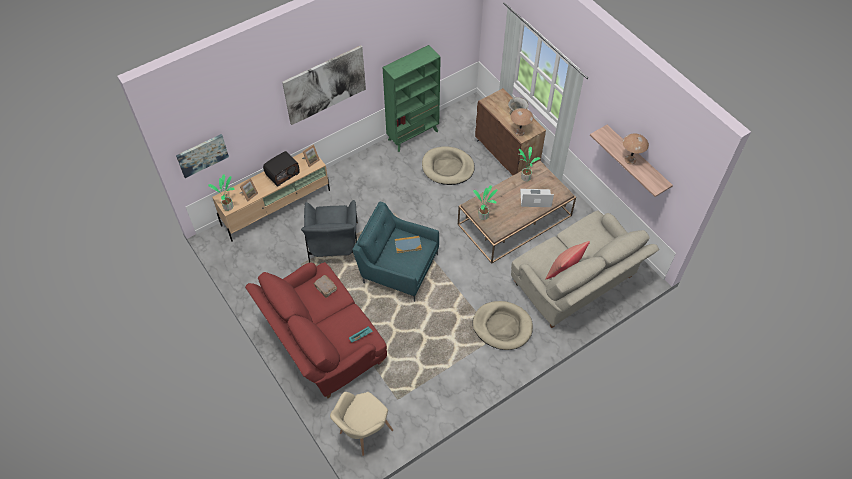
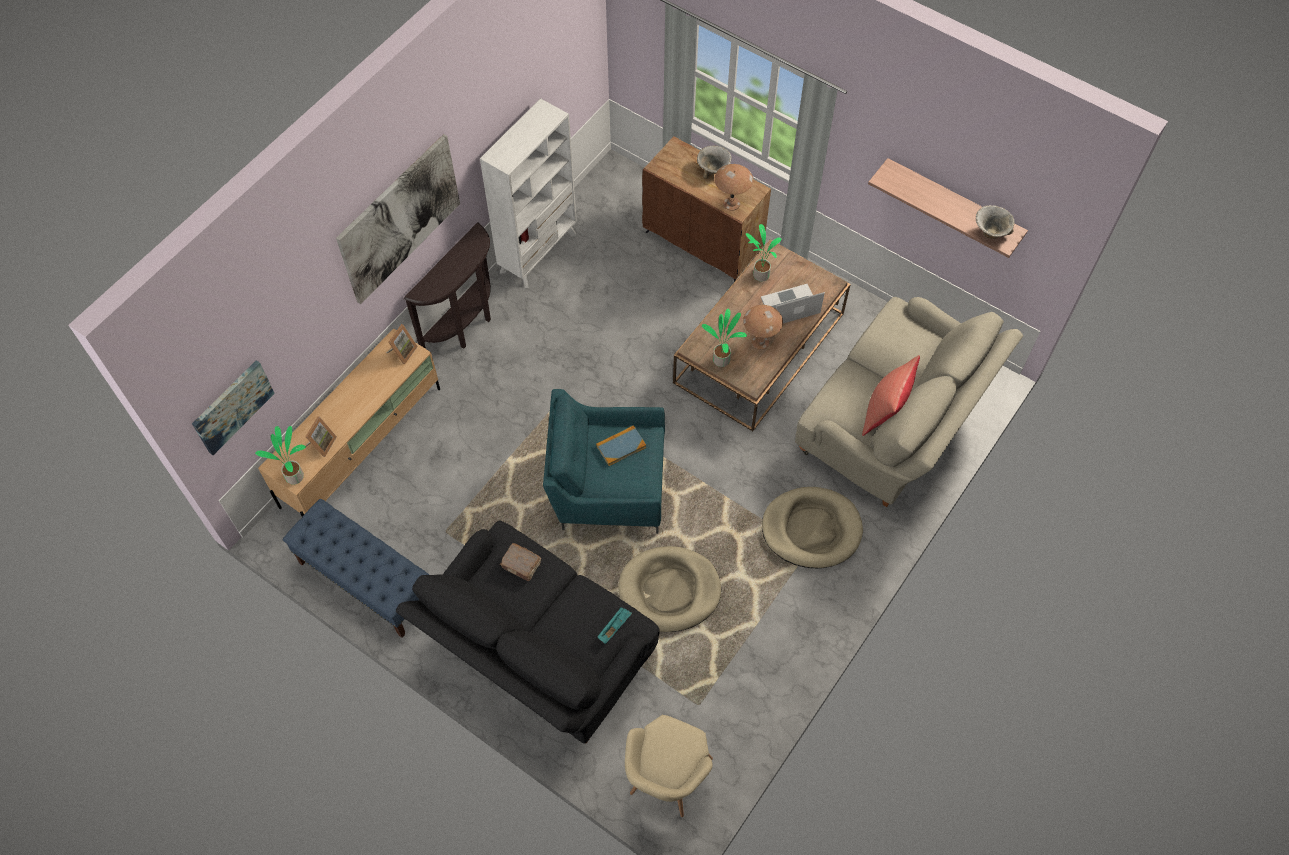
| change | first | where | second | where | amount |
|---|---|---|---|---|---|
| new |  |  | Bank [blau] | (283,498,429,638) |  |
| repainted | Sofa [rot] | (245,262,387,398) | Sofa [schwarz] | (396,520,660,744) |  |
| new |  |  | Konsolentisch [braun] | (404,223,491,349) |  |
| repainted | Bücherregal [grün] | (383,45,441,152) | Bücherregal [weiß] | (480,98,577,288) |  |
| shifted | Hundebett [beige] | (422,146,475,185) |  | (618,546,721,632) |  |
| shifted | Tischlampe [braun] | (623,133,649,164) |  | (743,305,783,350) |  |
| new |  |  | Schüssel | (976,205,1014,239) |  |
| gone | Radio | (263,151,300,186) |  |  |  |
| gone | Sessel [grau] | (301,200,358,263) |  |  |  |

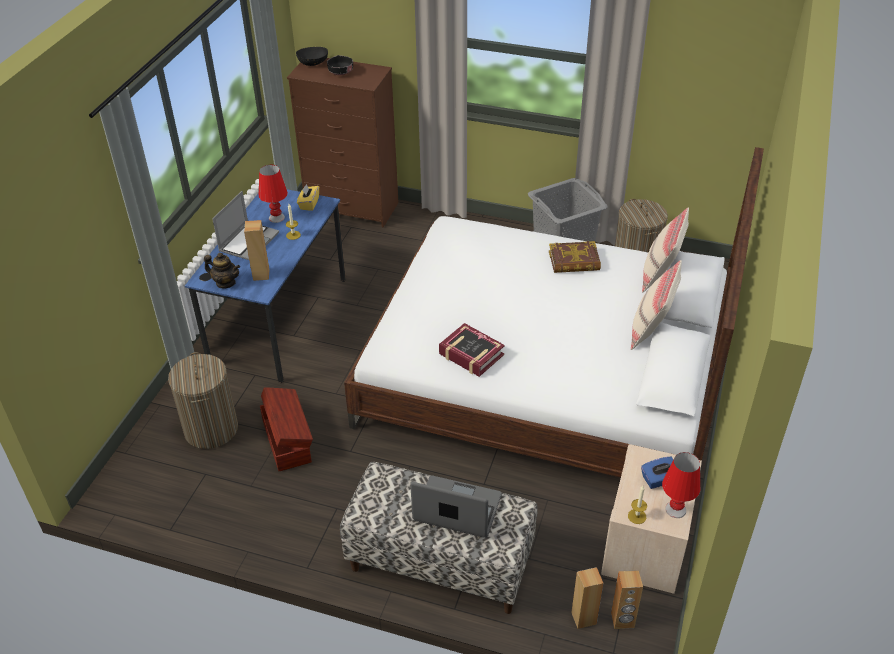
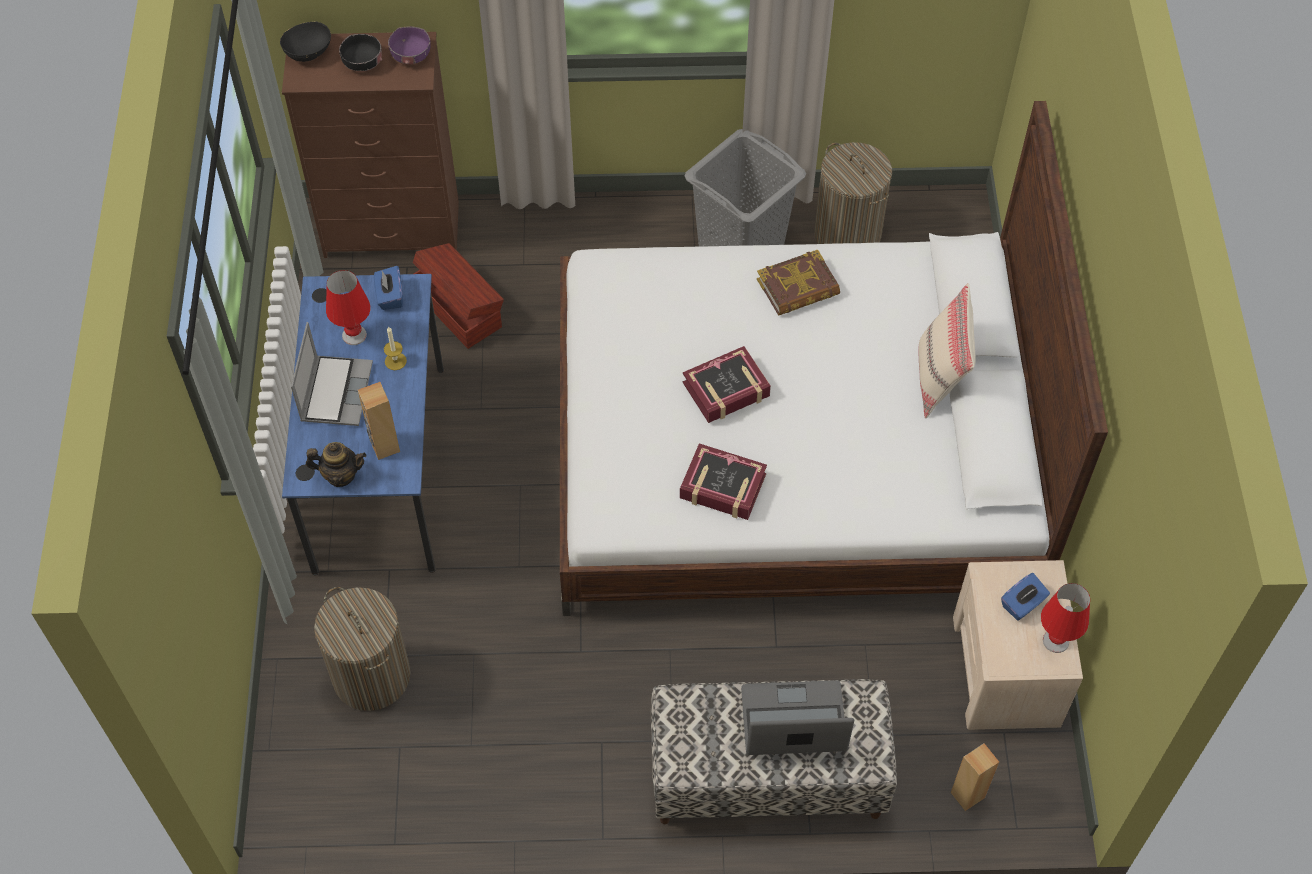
| change | first | where | second | where | amount |
|---|---|---|---|---|---|
| repainted | Taschentuchbox [gelb] | (297,184,319,211) | Taschentuchbox [blau] | (374,266,403,310) |  |
| new |  |  | Schüssel [lila] | (388,26,430,65) |  |
| shifted | Aufbewahrungsbox [braun] | (260,387,313,471) |  | (413,243,504,349) |  |
| new |  |  | Buch | (683,346,771,423) |  |
| gone | Lautsprecher [braun] | (611,570,643,629) |  |  |  |
| gone | Kerze | (628,486,647,524) |  |  |  |
| gone | Kissen [beige] | (642,208,689,292) |  |  |  |

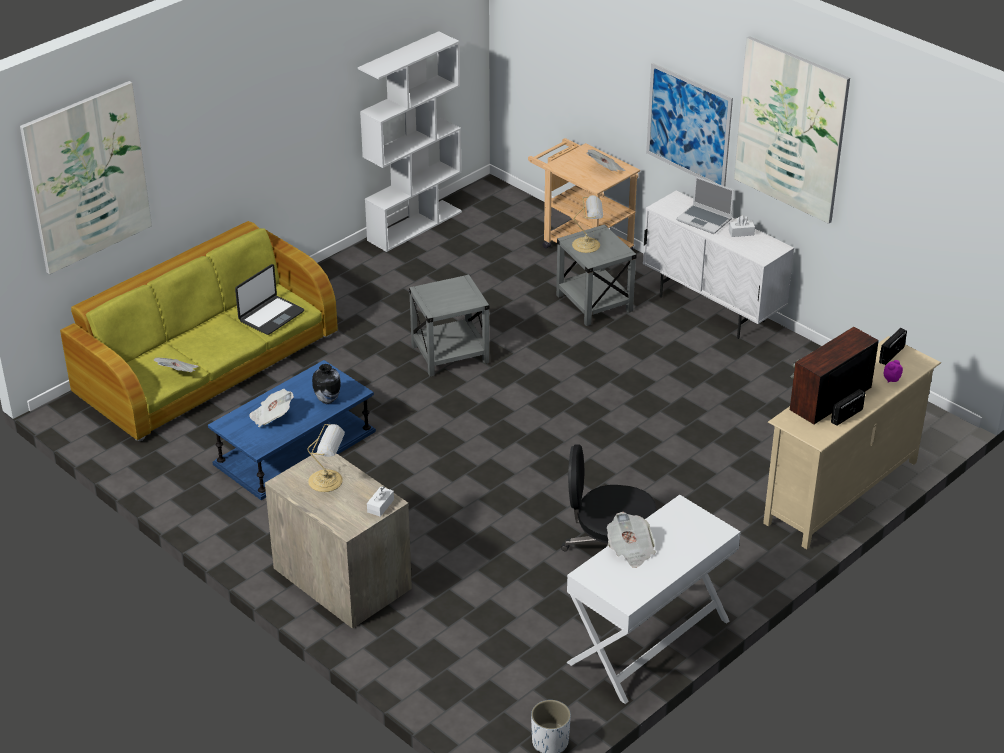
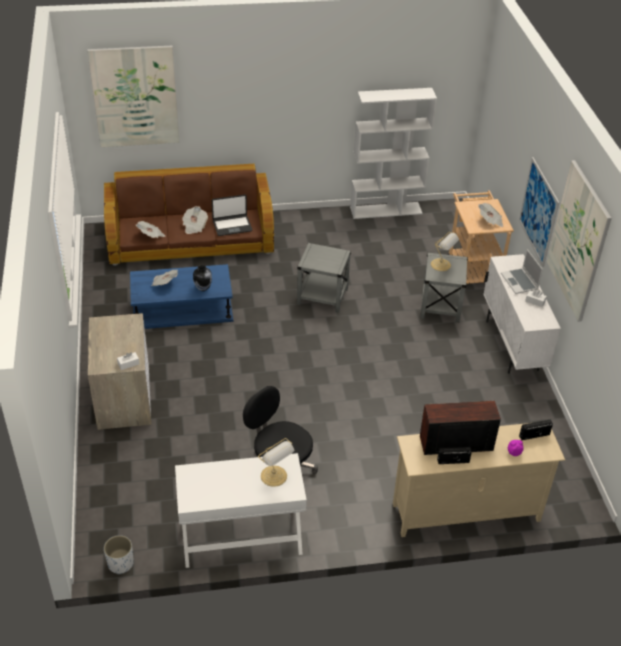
| change | first | where | second | where | amount |
|---|---|---|---|---|---|
| repainted | Sofa [grün] | (60,221,338,441) | Sofa [braun] | (104,164,274,266) |  |
| shifted | Zeitung | (607,512,656,568) |  | (182,206,208,234) |  |
| shifted | Tischlampe | (307,424,345,492) |  | (258,438,294,487) |  |

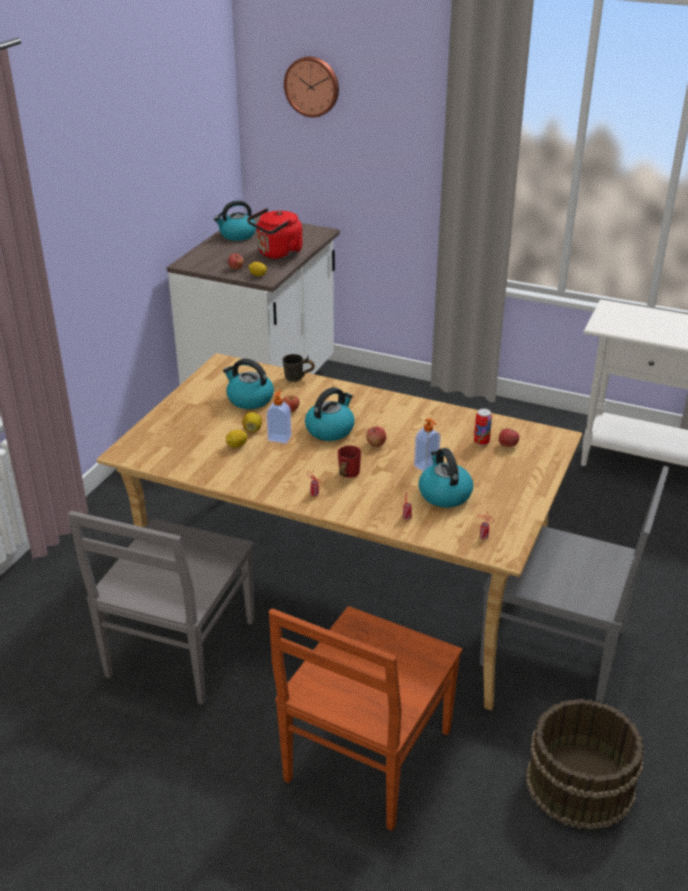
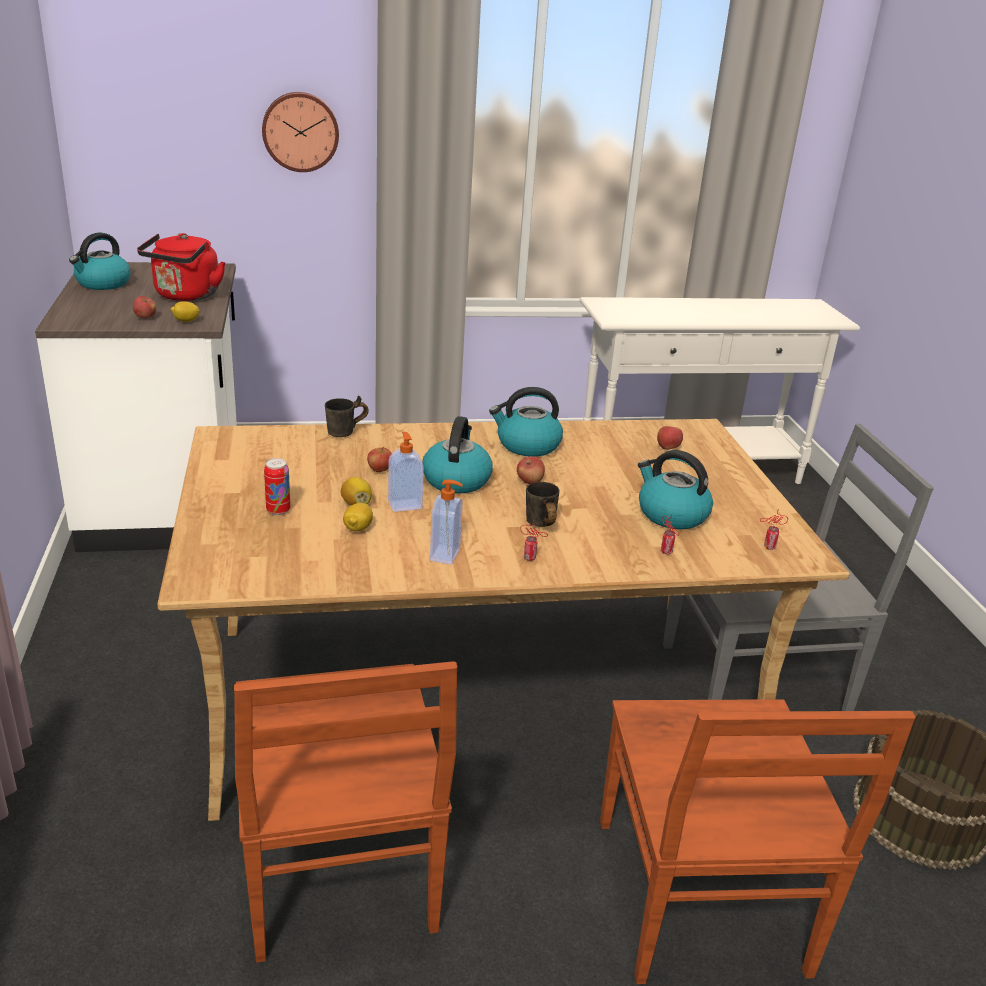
| change | first | where | second | where | amount |
|---|---|---|---|---|---|
| repainted | Stuhl [grau] | (68,511,255,705) | Stuhl [braun] | (234,661,458,962) |  |
| shifted | Wanduhr | (284,56,339,118) |  | (262,92,339,172) |  |
| shifted | Dose | (474,408,492,446) |  | (264,458,290,515) |  |
| shifted | Seifenspender | (414,418,441,472) |  | (430,479,463,564) |  |
| shifted | Wasserkessel | (223,359,274,409) |  | (489,387,563,457) |  |
| repainted | Henkelbecher [rot] | (338,446,361,478) | Henkelbecher [grau] | (526,482,559,527) |  |

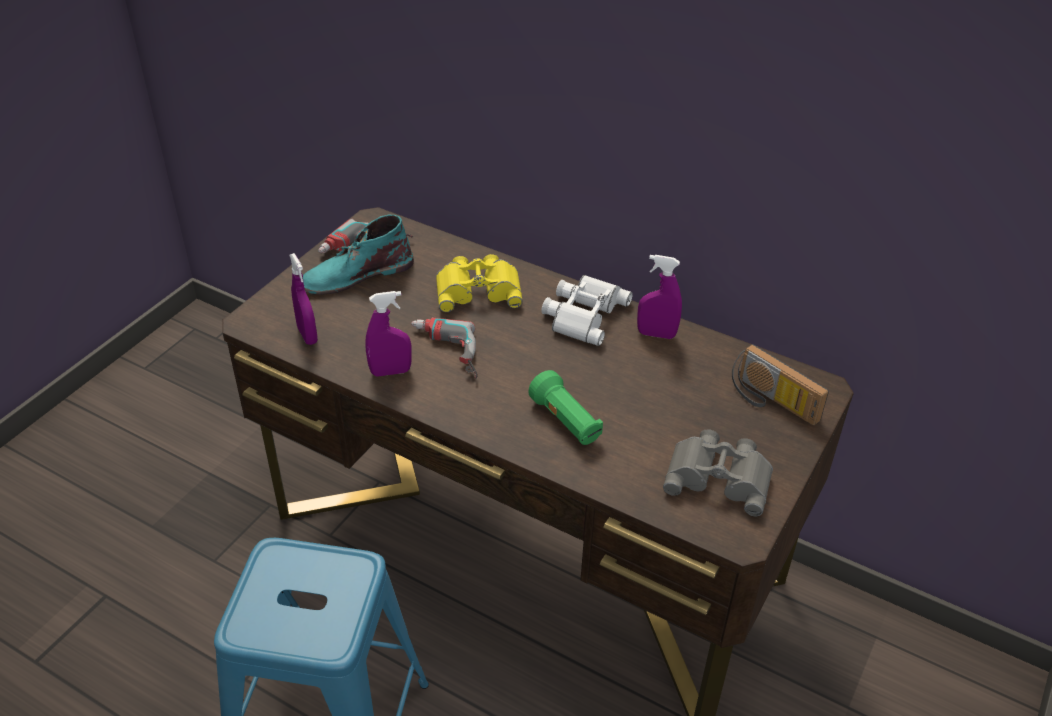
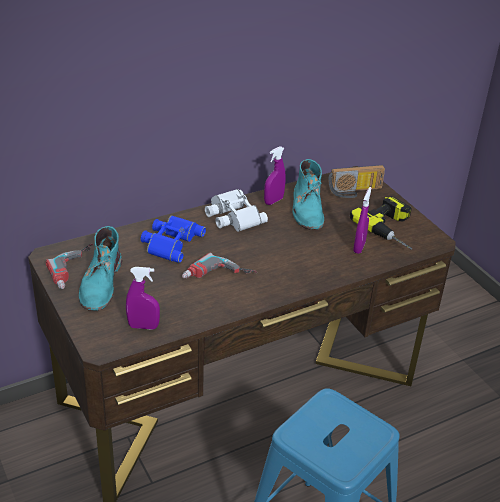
| change | first | where | second | where | amount |
|---|---|---|---|---|---|
| repainted | Fernglas [gelb] | (436,254,523,312) | Fernglas [blau] | (141,215,206,263) |  |
| new |  |  | Stiefel [türkis] | (293,159,324,230) |  |
| swapped | Fernglas [grau] | (663,429,773,516) | Bohrmaschine | (350,196,412,250) |  |
| shifted | Sprühflasche [lila] | (365,291,412,377) |  | (353,187,372,254) |  |
| gone | Taschenlampe [grün] | (528,370,603,445) |  |  |  |

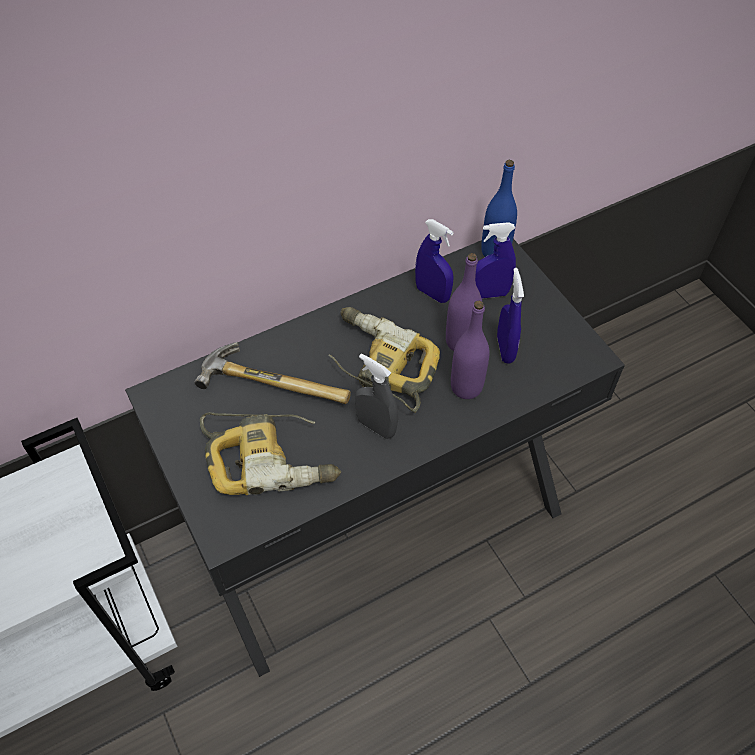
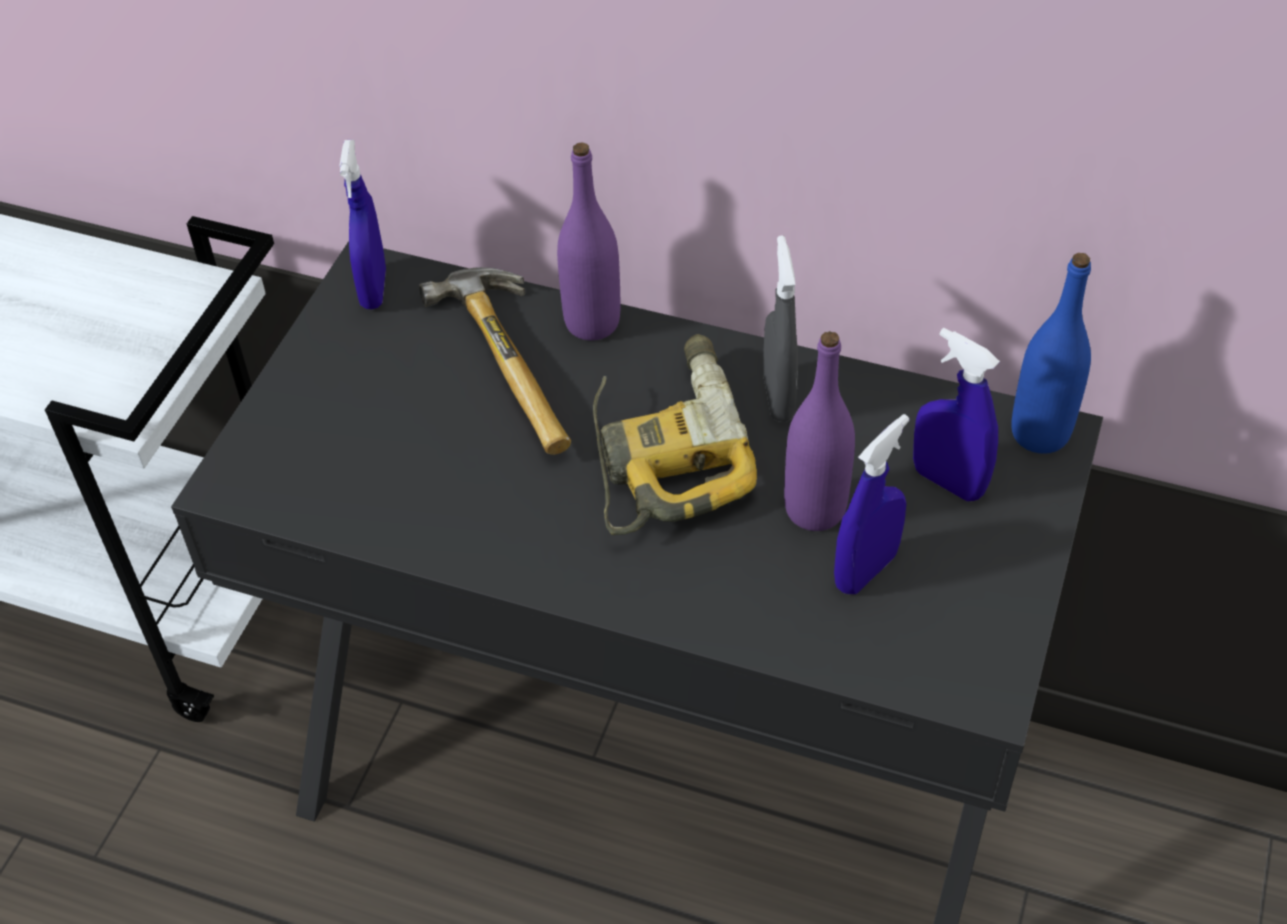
| change | first | where | second | where | amount |
|---|---|---|---|---|---|
| shifted | Sprühflasche [blau] | (415,219,454,303) |  | (339,140,386,309) |  |
| shifted | Flasche [lila] | (451,301,490,399) |  | (557,143,620,340) |  |
| shifted | Sprühflasche [grau] | (355,353,398,439) |  | (763,235,798,422) |  |
| gone | Bohrmaschine | (200,413,341,495) |  |  |  |

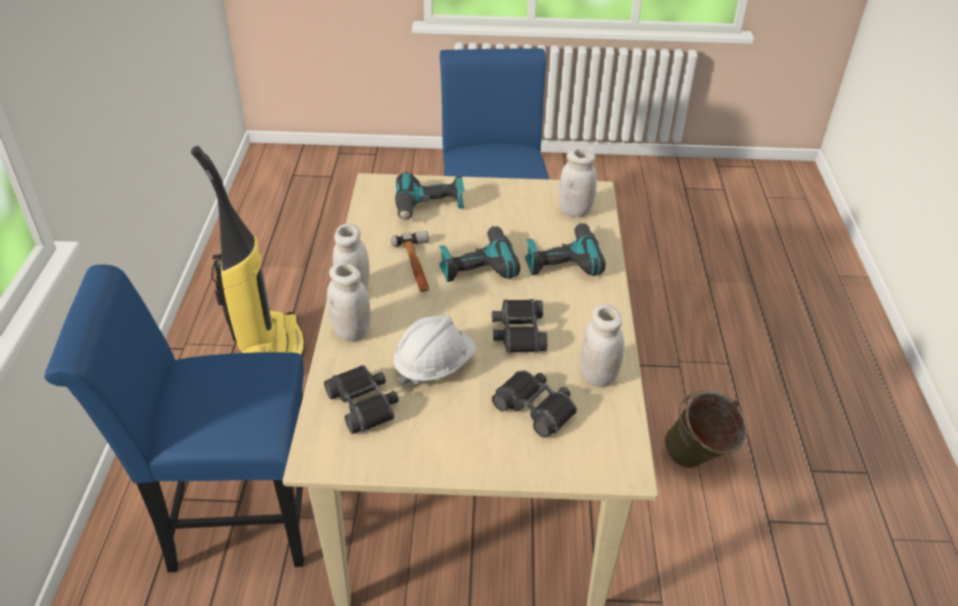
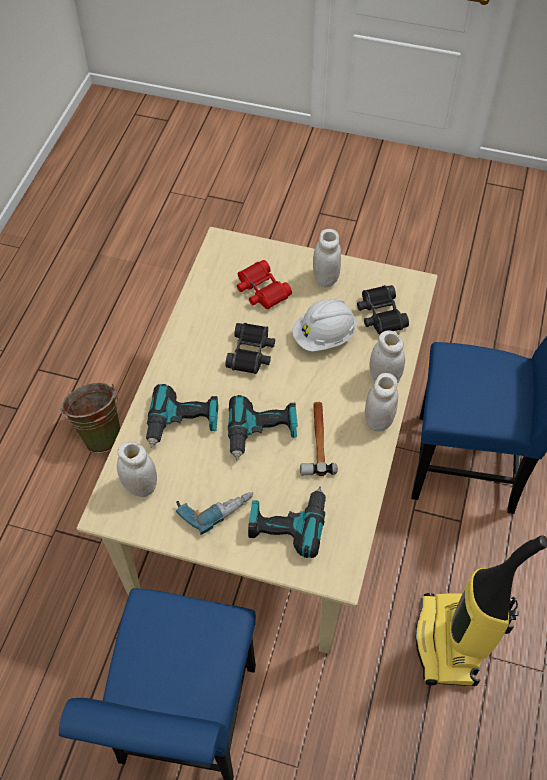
| change | first | where | second | where | amount |
|---|---|---|---|---|---|
| new |  |  | Bohrmaschine | (176,492,254,535) |  |
| repainted | Fernglas [schwarz] | (492,370,577,438) | Fernglas [rot] | (237,260,292,309) |  |
| shifted | Vorratsglas [weiß] | (581,304,624,387) |  | (313,229,341,287) |  |

